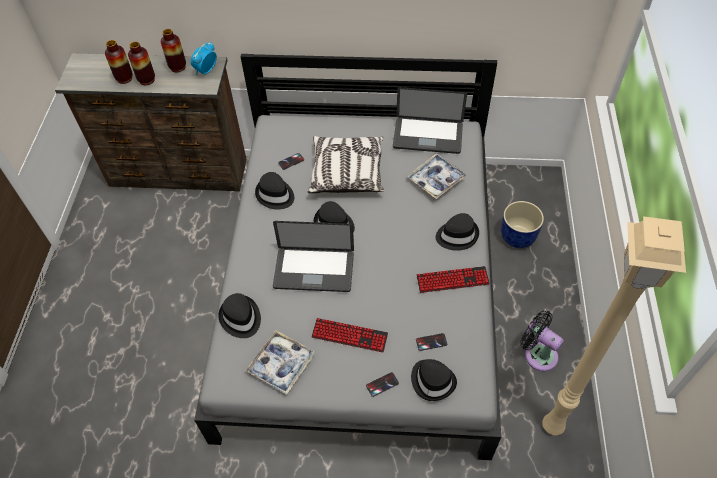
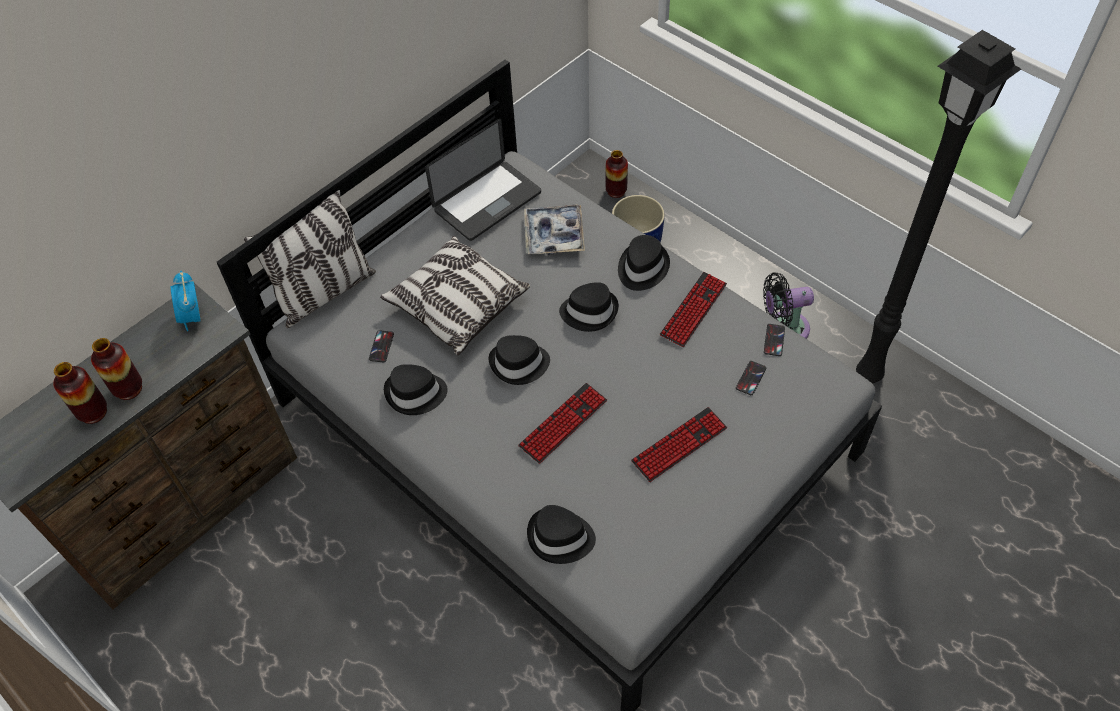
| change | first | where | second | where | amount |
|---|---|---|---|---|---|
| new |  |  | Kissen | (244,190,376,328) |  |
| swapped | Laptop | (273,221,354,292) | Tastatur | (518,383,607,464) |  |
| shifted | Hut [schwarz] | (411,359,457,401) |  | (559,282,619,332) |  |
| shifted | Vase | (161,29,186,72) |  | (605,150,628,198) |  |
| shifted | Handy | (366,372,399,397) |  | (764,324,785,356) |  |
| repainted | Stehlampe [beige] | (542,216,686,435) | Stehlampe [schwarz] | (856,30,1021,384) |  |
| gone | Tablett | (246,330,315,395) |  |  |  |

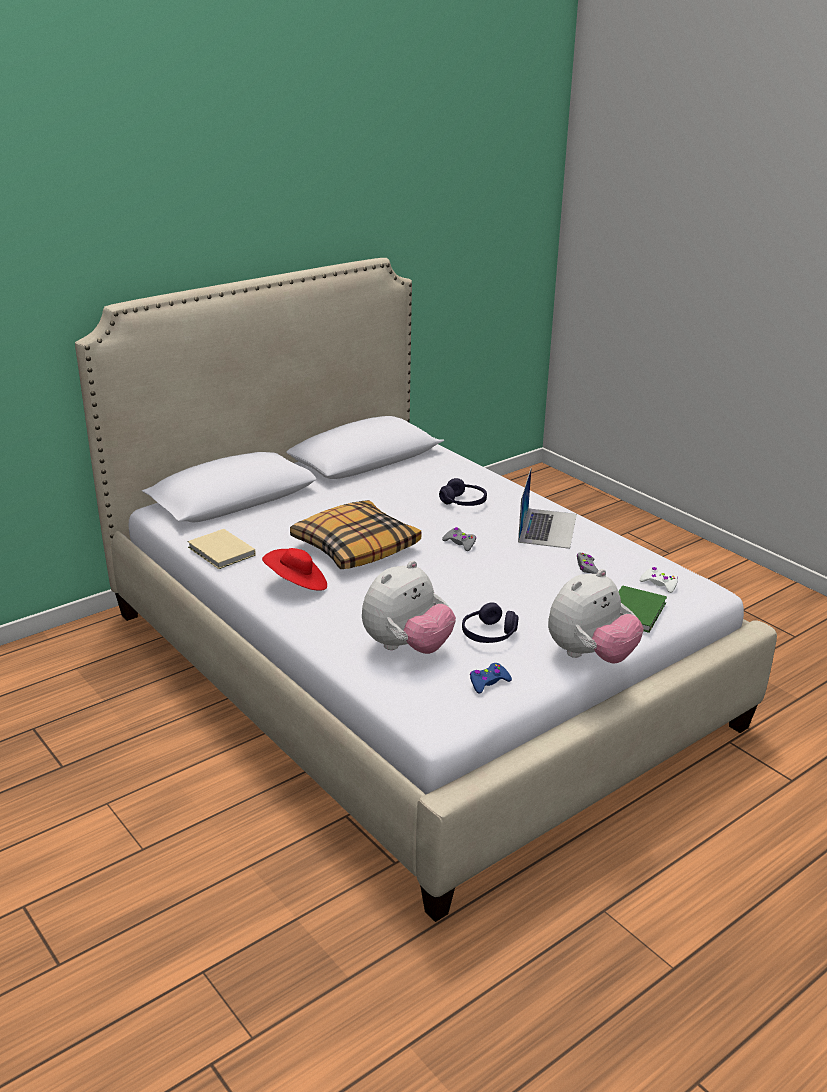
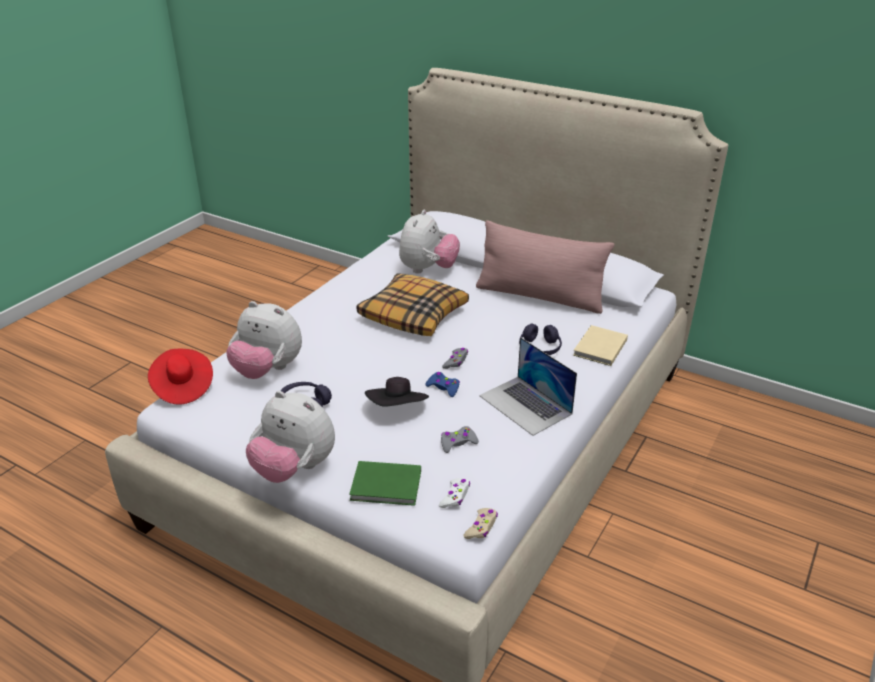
| change | first | where | second | where | amount |
|---|---|---|---|---|---|
| shifted | Hut [rot] | (262,548,327,591) |  | (148,349,213,405) |  |
| new |  |  | Hut [schwarz] | (365,377,429,407) |  |
| new |  |  | Plüschtier | (399,210,460,274) |  |
| shifted | Gamepad [blau] | (470,663,512,694) |  | (425,372,460,397) |  |
| new |  |  | Gamepad [beige] | (463,508,498,539) |  |
| new |  |  | Kissen [rosa] | (476,220,614,314) |  |
| rotated | Laptop | (518,467,577,549) |  | (479,337,577,436) | 60 degrees clockwise |
| shifted | Buch [beige] | (188,529,256,569) |  | (573,325,628,366) |  |

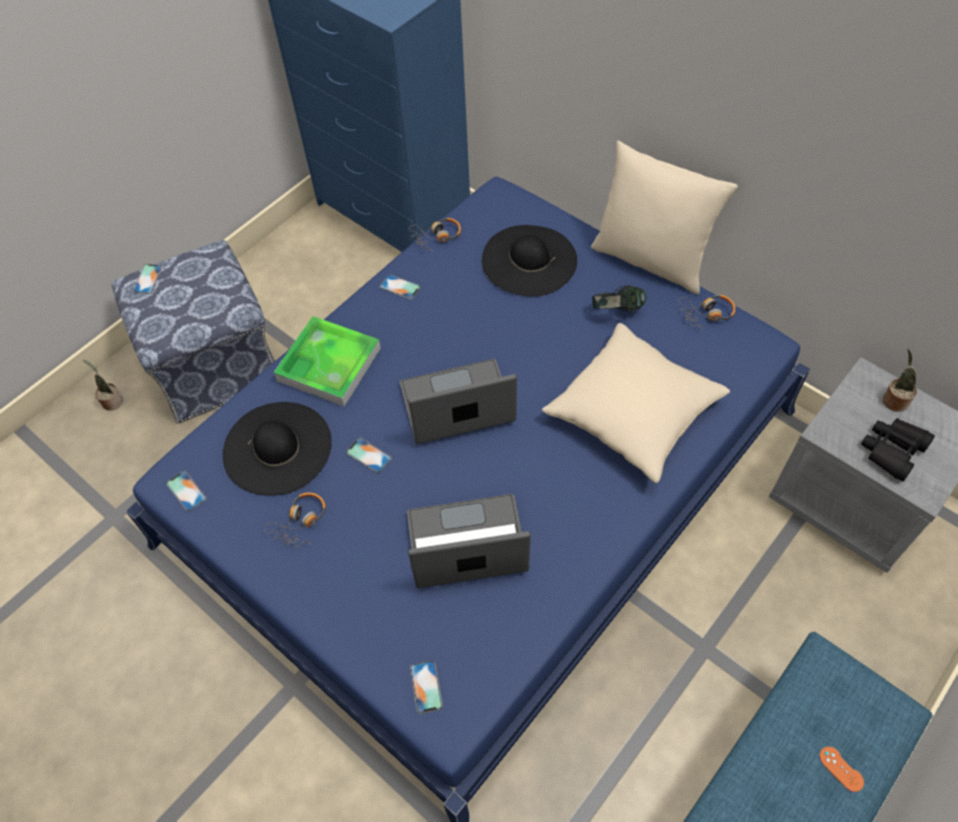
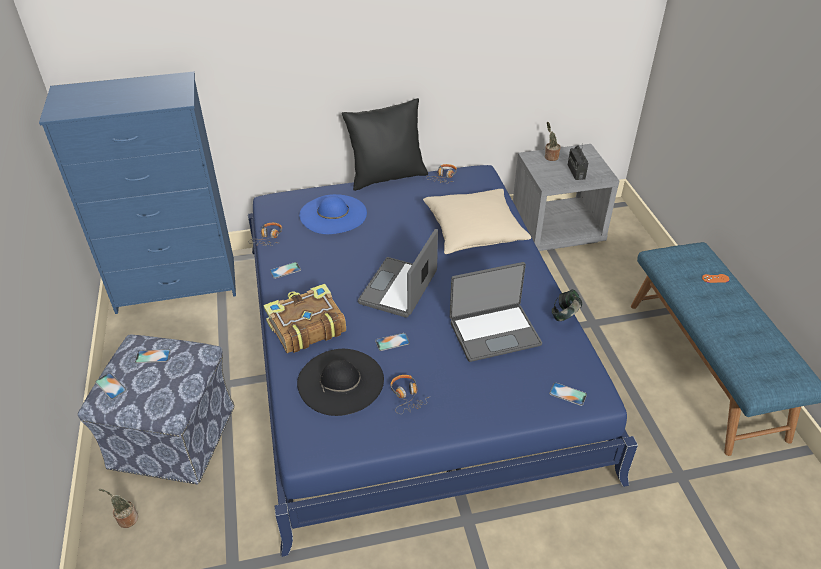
| change | first | where | second | where | amount |
|---|---|---|---|---|---|
| shifted | Handy | (166,471,207,511) |  | (135,349,171,363) |  |
| swapped | Tablett | (274,316,381,406) | Buch | (264,284,346,353) |  |
| repainted | Hut [schwarz] | (482,225,577,297) | Hut [blau] | (299,194,367,234) |  |
| repainted | Kissen [beige] | (591,140,738,295) | Kissen [schwarz] | (342,98,428,191) |  |
| rotated | Laptop | (407,494,531,588) |  | (450,262,542,362) | 135 degrees counterclockwise |
| shifted | Kopfhörer | (592,285,646,312) |  | (552,289,582,321) |  |
| swapped | Fernglas [schwarz] | (861,418,935,481) | Radio | (568,145,589,180) |  |

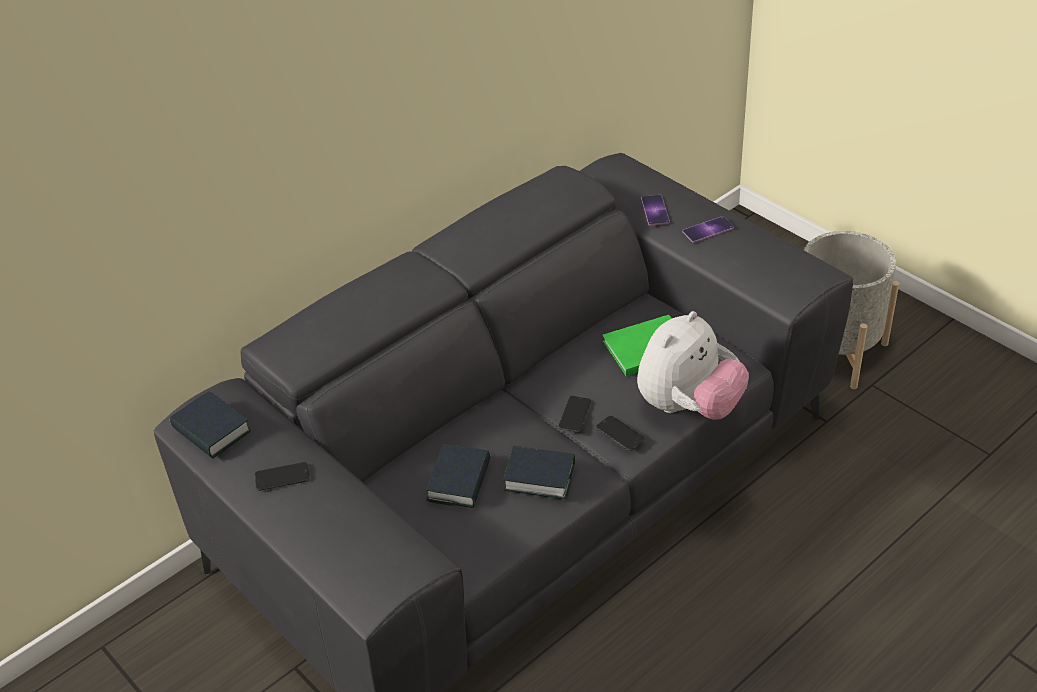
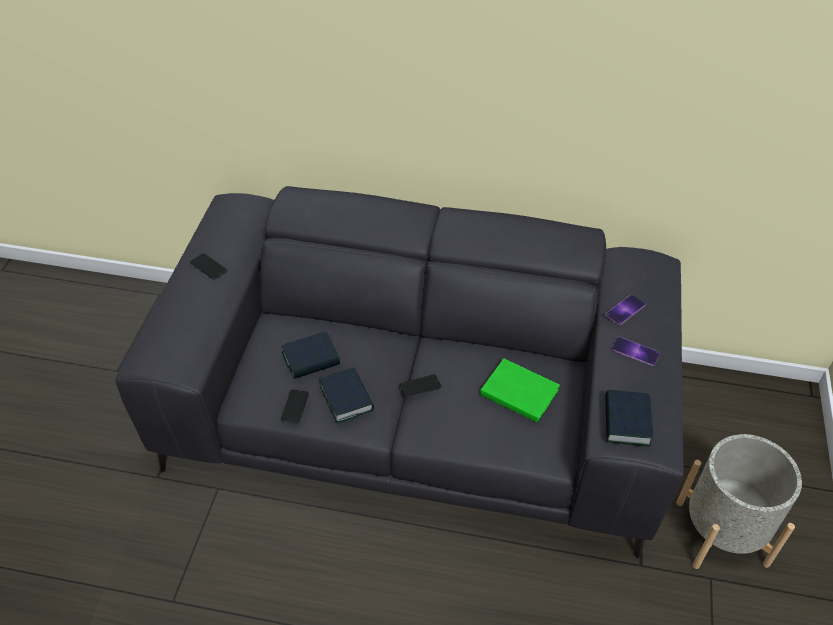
| change | first | where | second | where | amount |
|---|---|---|---|---|---|
| shifted | Handy | (596,416,645,451) |  | (281,389,309,424) |  |
| shifted | Buch | (170,391,251,458) |  | (605,390,653,446) |  |
| gone | Plüschtier | (637,311,749,420) |  |  |  |

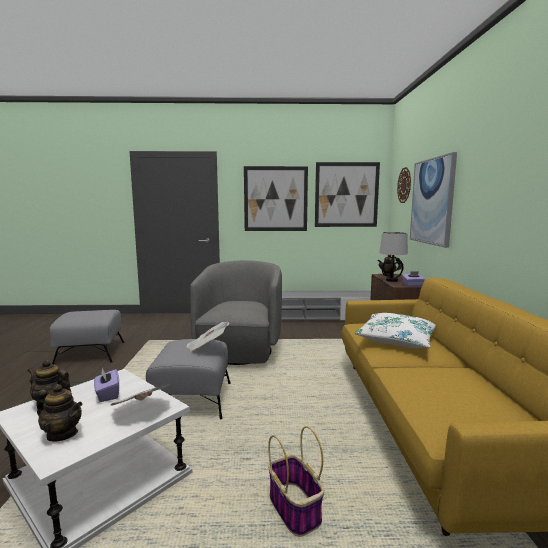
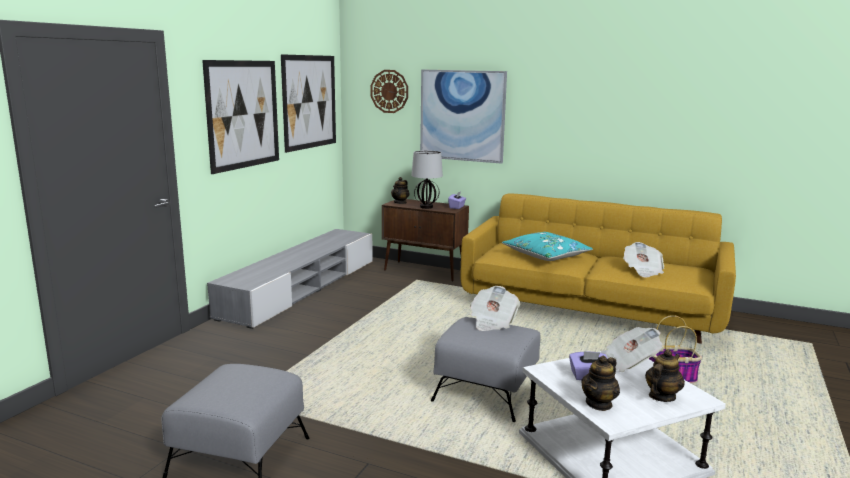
| change | first | where | second | where | amount |
|---|---|---|---|---|---|
| repainted | Kissen [weiß] | (354,313,436,348) | Kissen [türkis] | (502,232,593,261) |  |
| new |  |  | Zeitung | (623,242,664,277) |  |
| gone | Sessel [grau] | (190,260,282,365) |  |  |  |

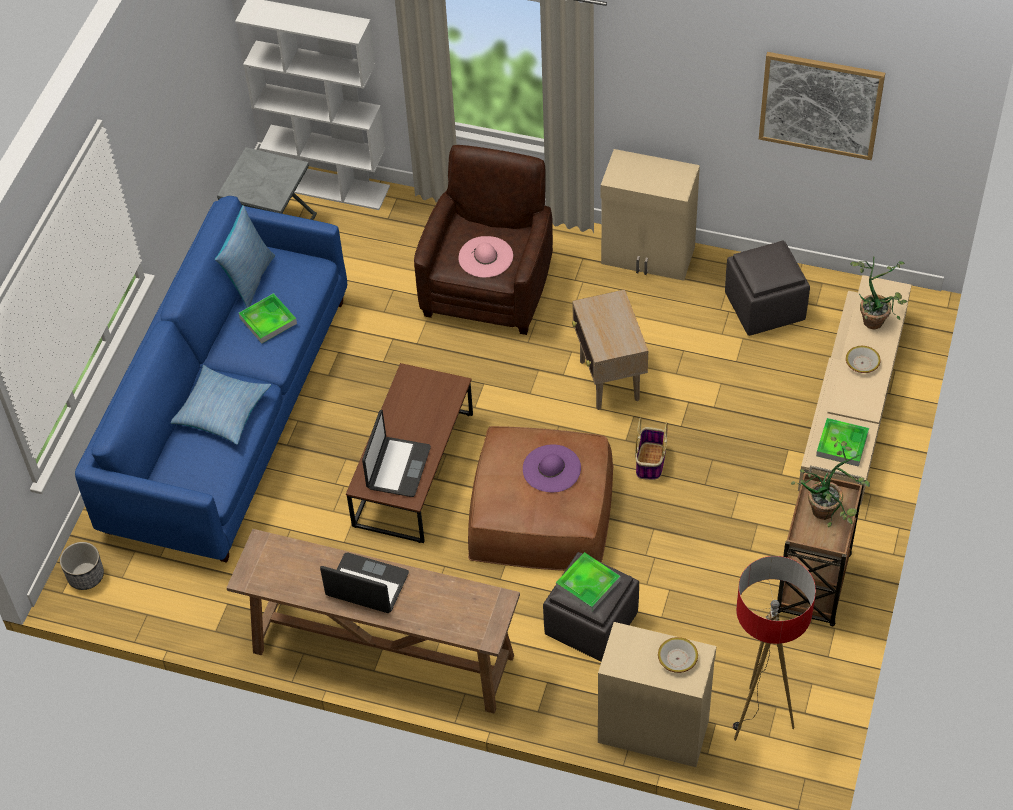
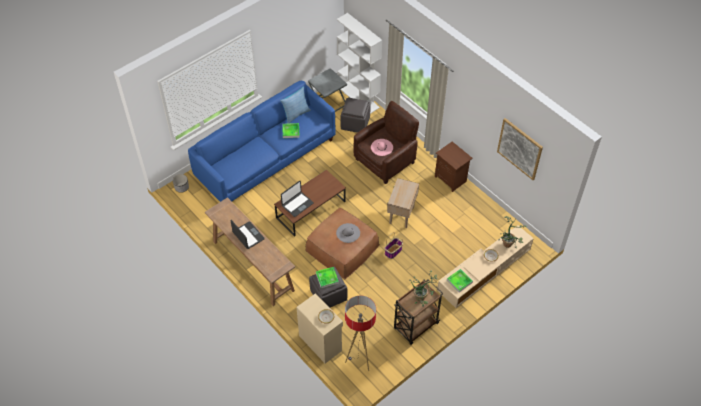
| change | first | where | second | where | amount |
|---|---|---|---|---|---|
| repainted | Hut [lila] | (523,444,581,492) | Hut [grau] | (336,223,360,243) |  |
| shifted | Polsterhocker [grau] | (725,241,810,336) |  | (340,97,371,133) |  |
| swapped | Schrank [beige] | (601,149,700,281) | Nachttisch [braun] | (435,142,473,192) |  |
| gone | Kissen | (171,365,271,445) |  |  |  |

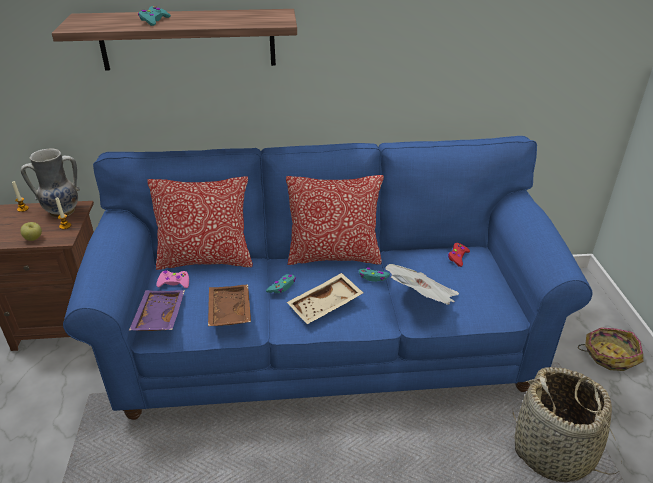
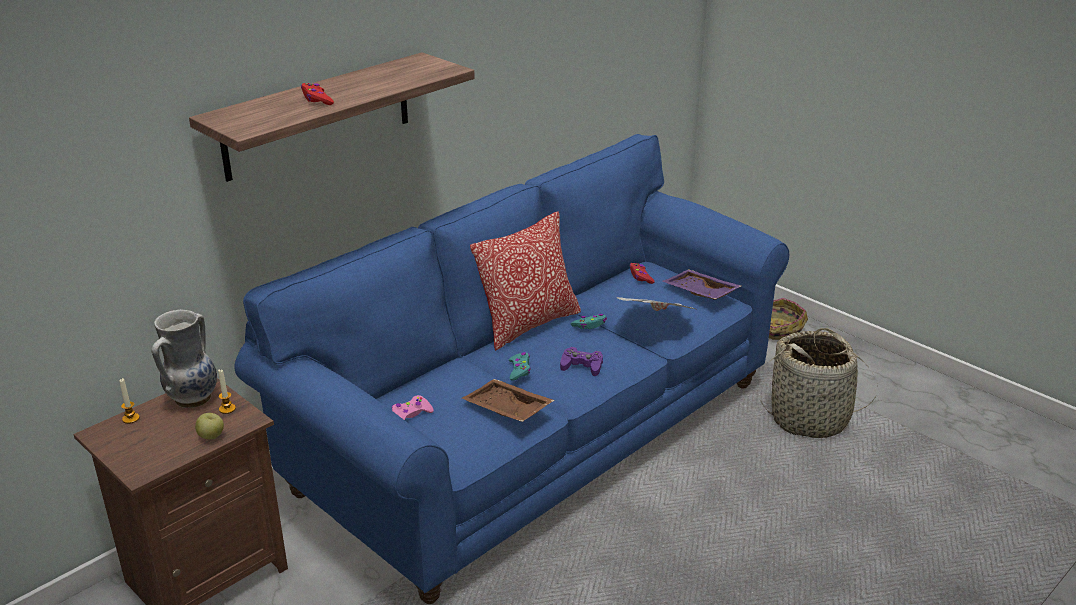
| change | first | where | second | where | amount |
|---|---|---|---|---|---|
| repainted | Gamepad [türkis] | (138,6,171,26) | Gamepad [rot] | (301,83,334,105) |  |
| swapped | Tablett [beige] | (287,273,363,324) | Gamepad [lila] | (560,347,603,376) |  |
| shifted | Tablett [lila] | (129,290,185,331) |  | (663,269,741,300) |  |
| gone | Kissen | (147,176,253,270) |  |  |  |

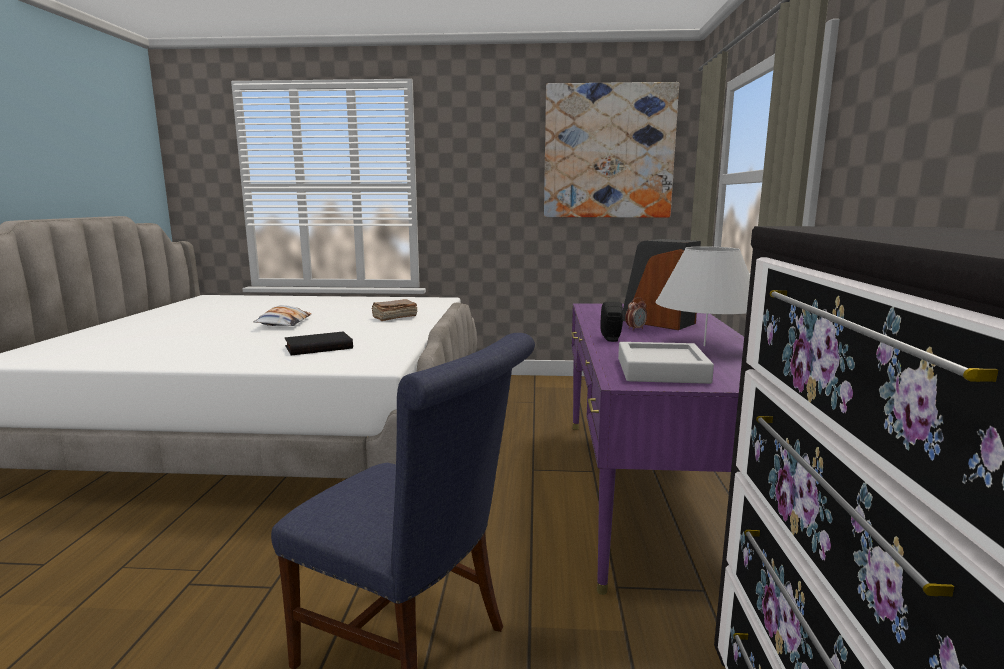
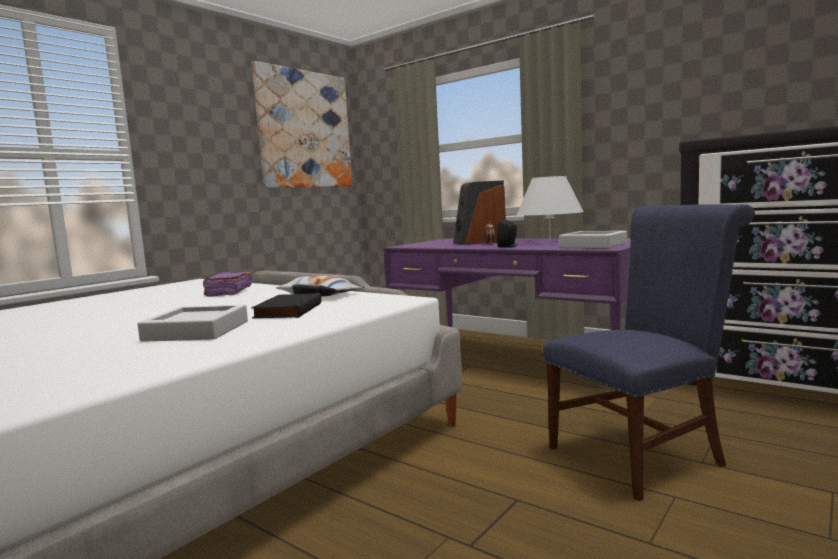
| change | first | where | second | where | amount |
|---|---|---|---|---|---|
| new |  |  | Tablett [grau] | (138,305,248,342) |  |
| repainted | Buch [braun] | (372,299,418,321) | Buch [lila] | (203,272,252,297) |  |
| shifted | Kissen | (254,305,312,326) |  | (276,276,365,297) |  |

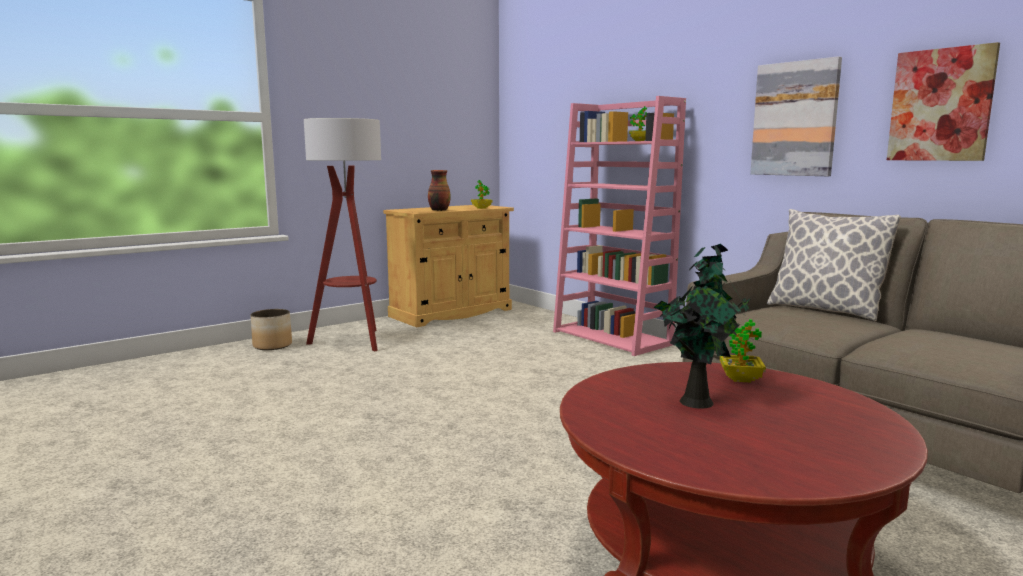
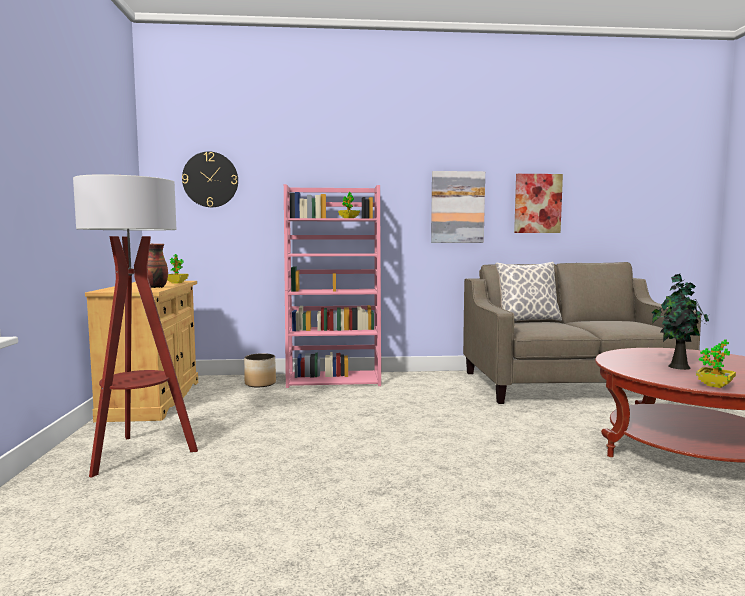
| change | first | where | second | where | amount |
|---|---|---|---|---|---|
| new |  |  | Wanduhr | (182,152,238,207) |  |
| shifted | Pflanzkübel | (251,309,292,350) |  | (244,353,276,387) |  |
| shifted | Topfpflanze | (720,319,766,382) |  | (696,339,736,388) |  |

